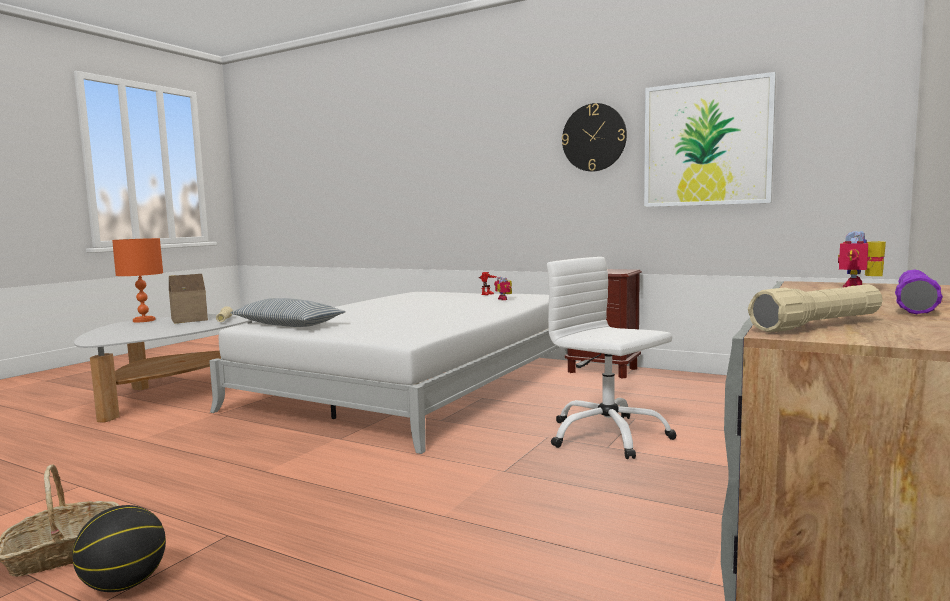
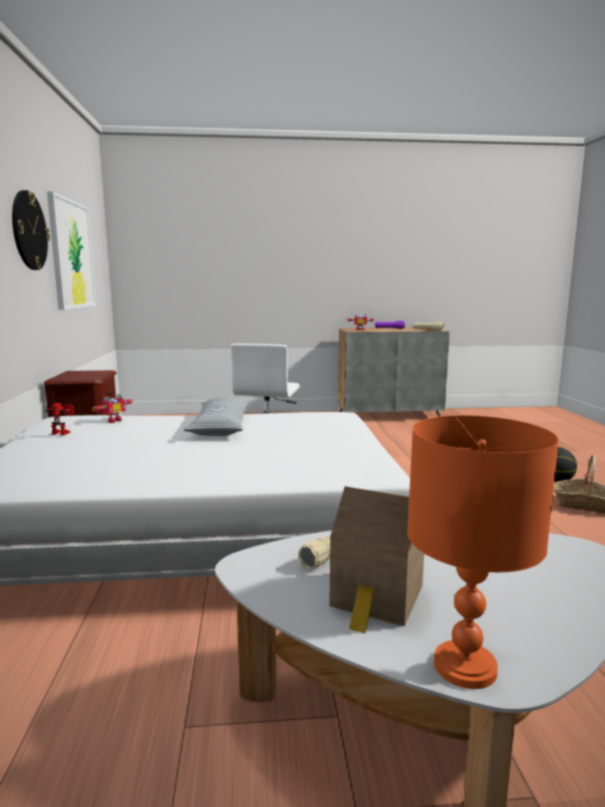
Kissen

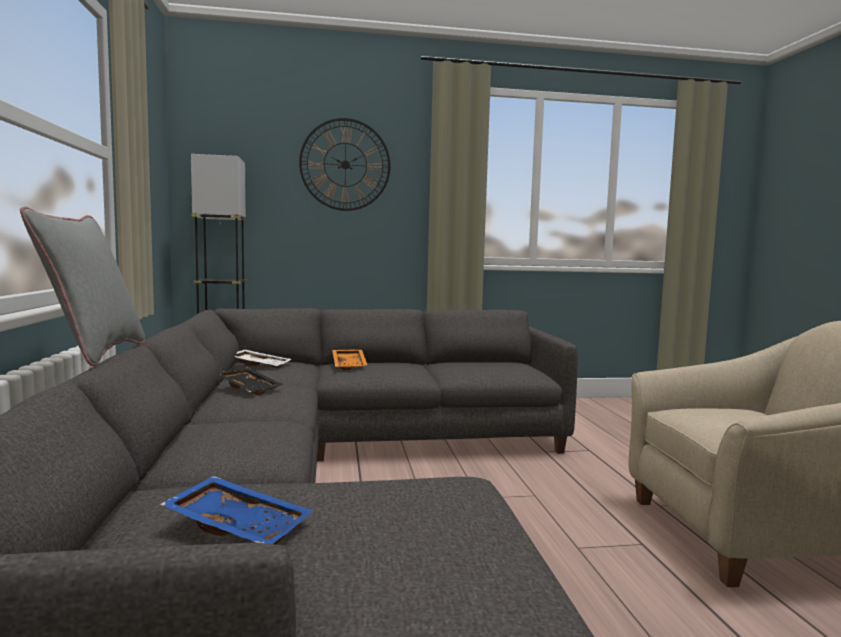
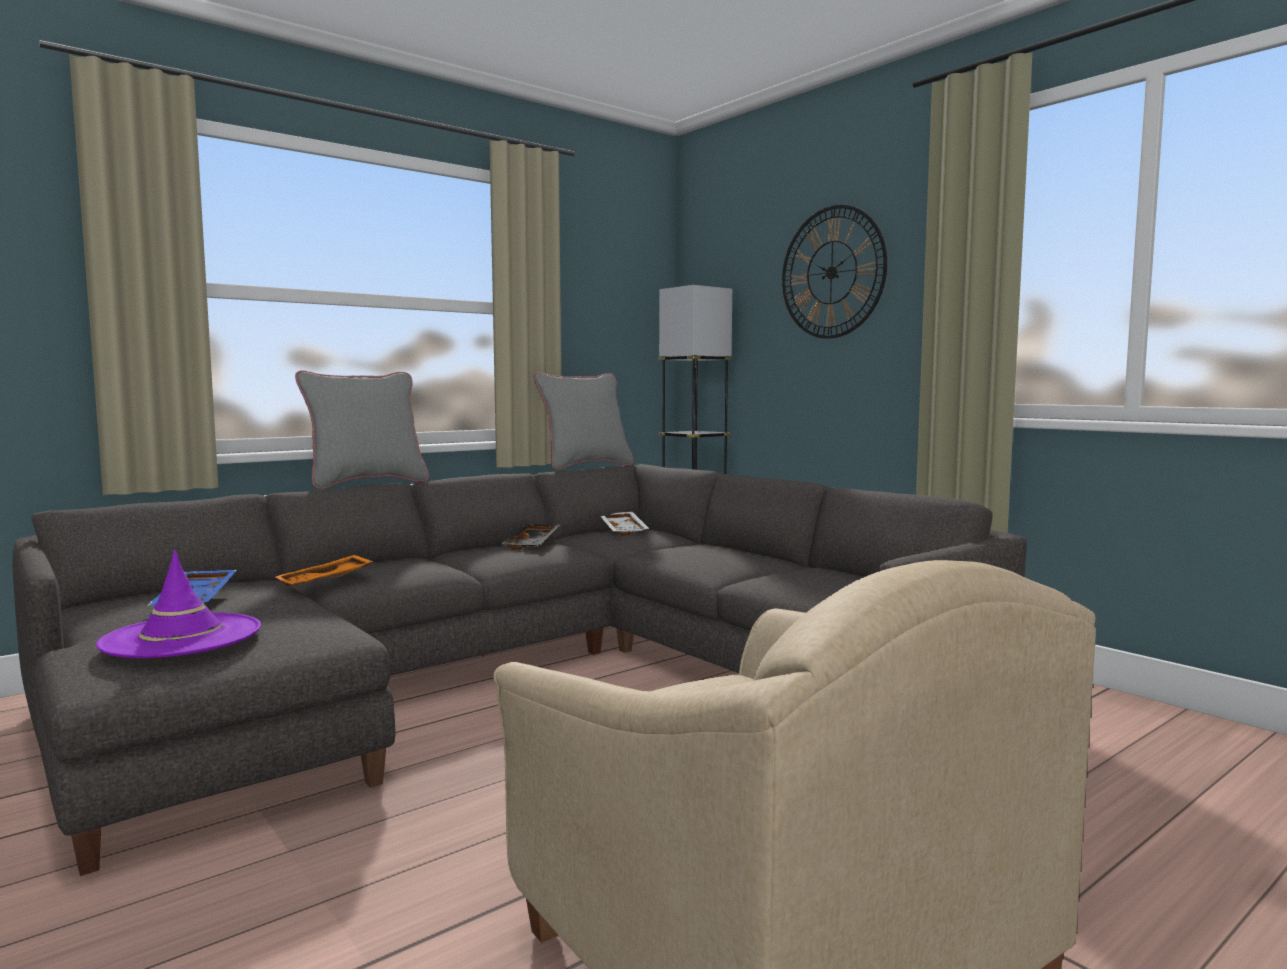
Tablett [orange]
Hut [lila]
Kissen [grau] (2nd from left)

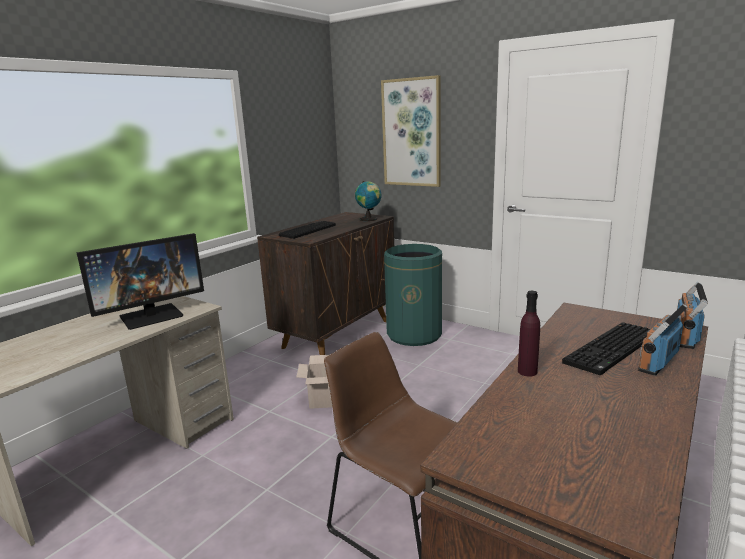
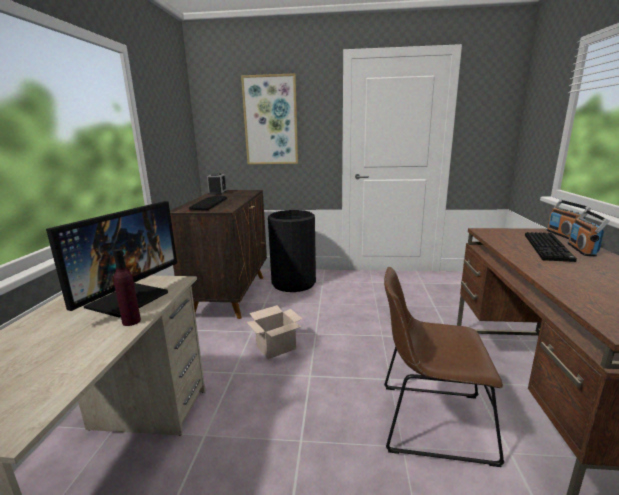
Globus
Mülleimer [schwarz]
Flasche [lila]
Wecker

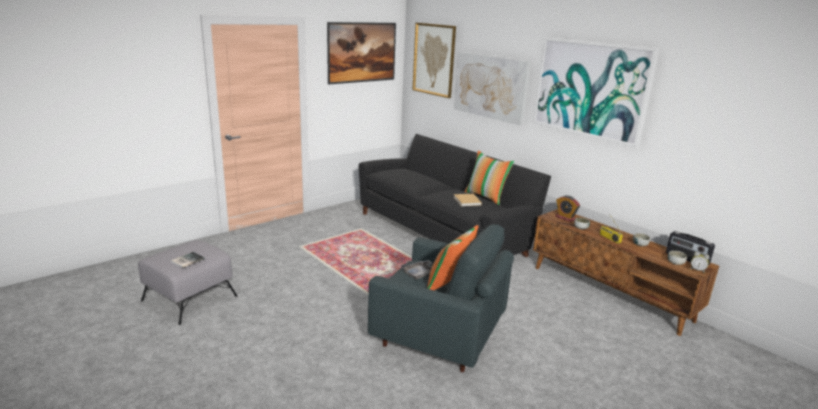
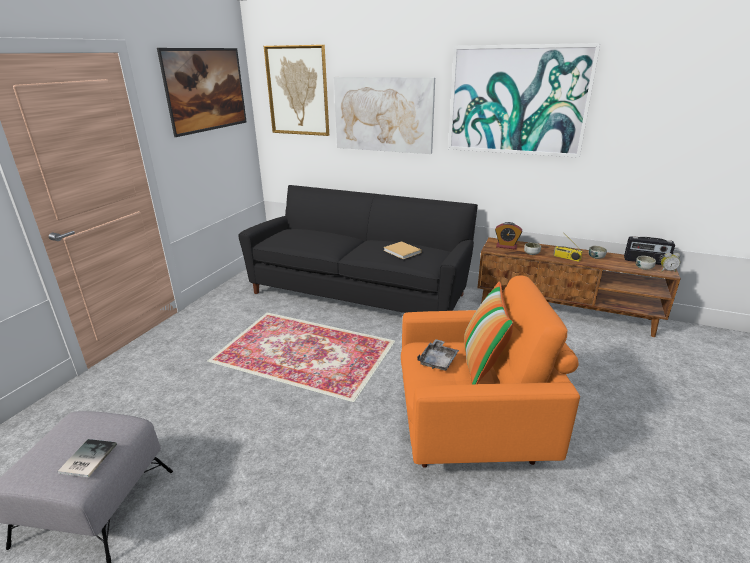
Sessel [orange]
Kissen (2nd from left in the first image)

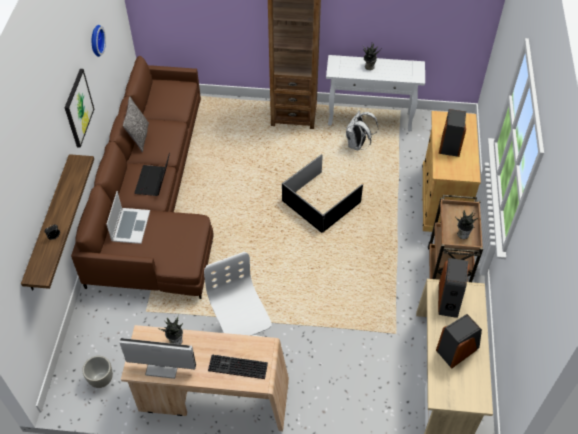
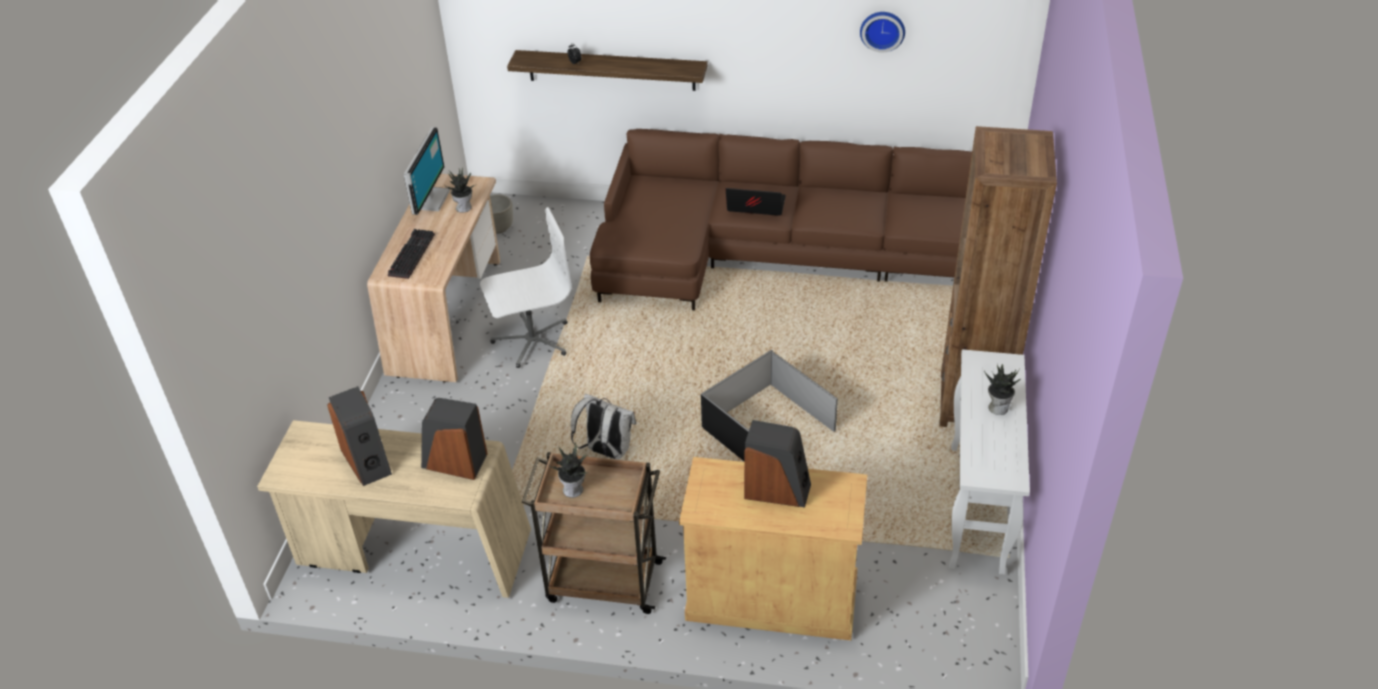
Bild
Laptop (1st from left in the first image)
Kissen
Rucksack [weiß]

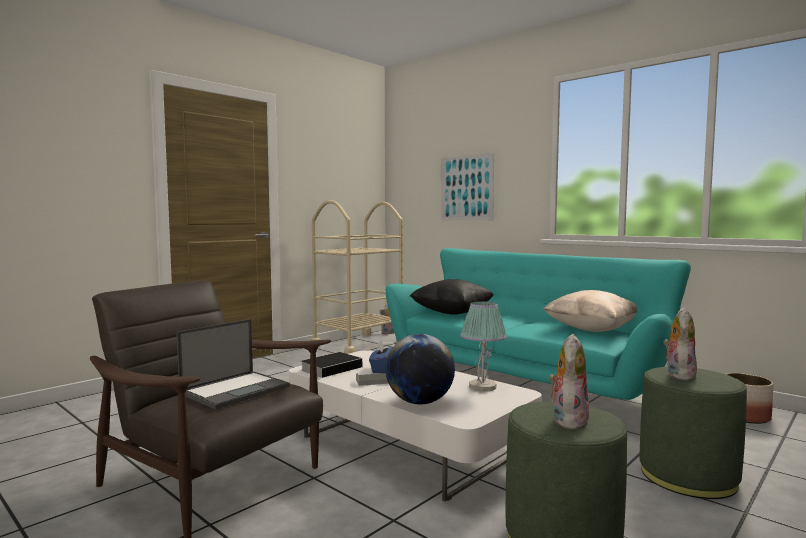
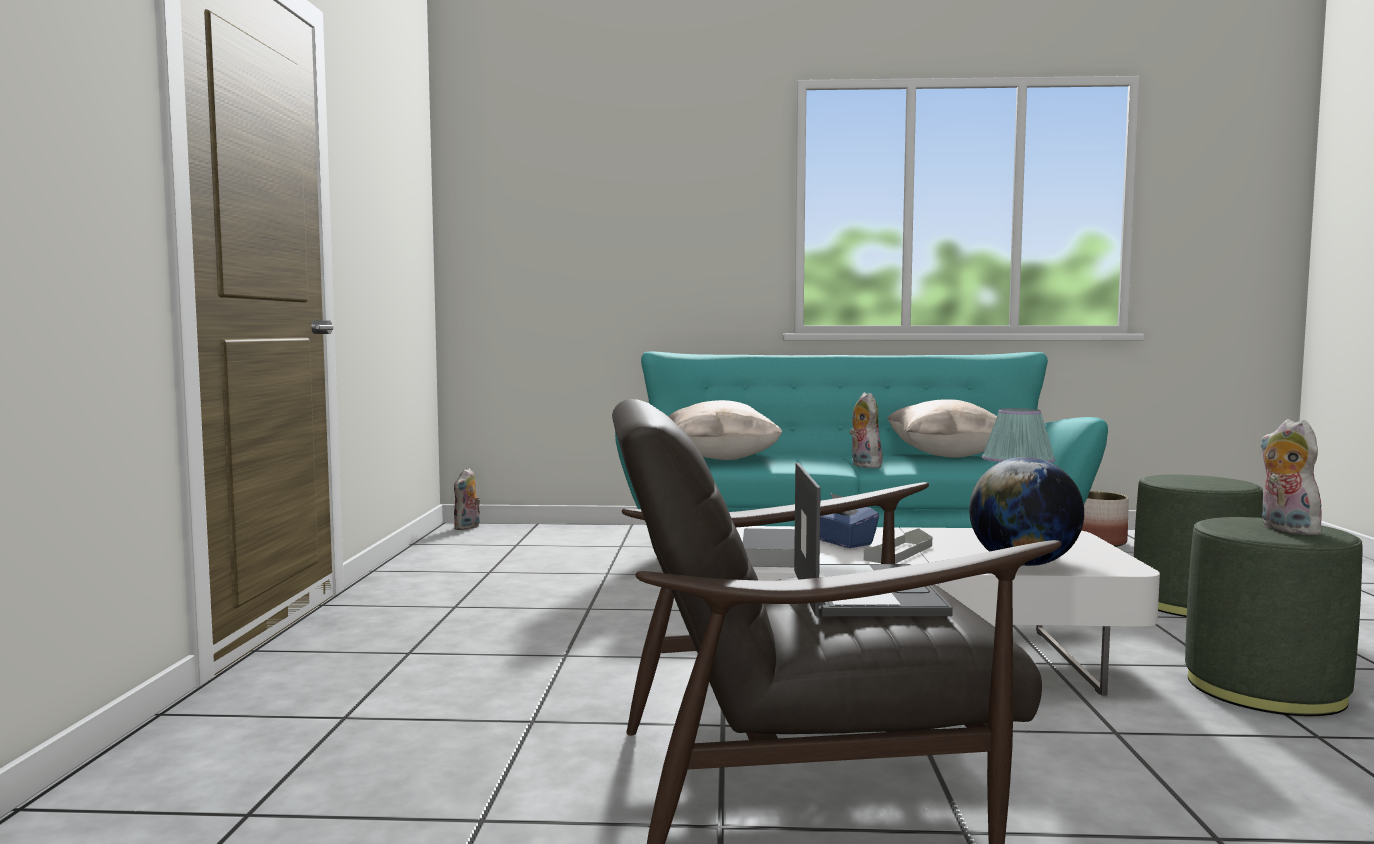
Rollwagen [beige]
Kissen [beige] (1st from left)
Bild
Plüschtier (2nd from left)

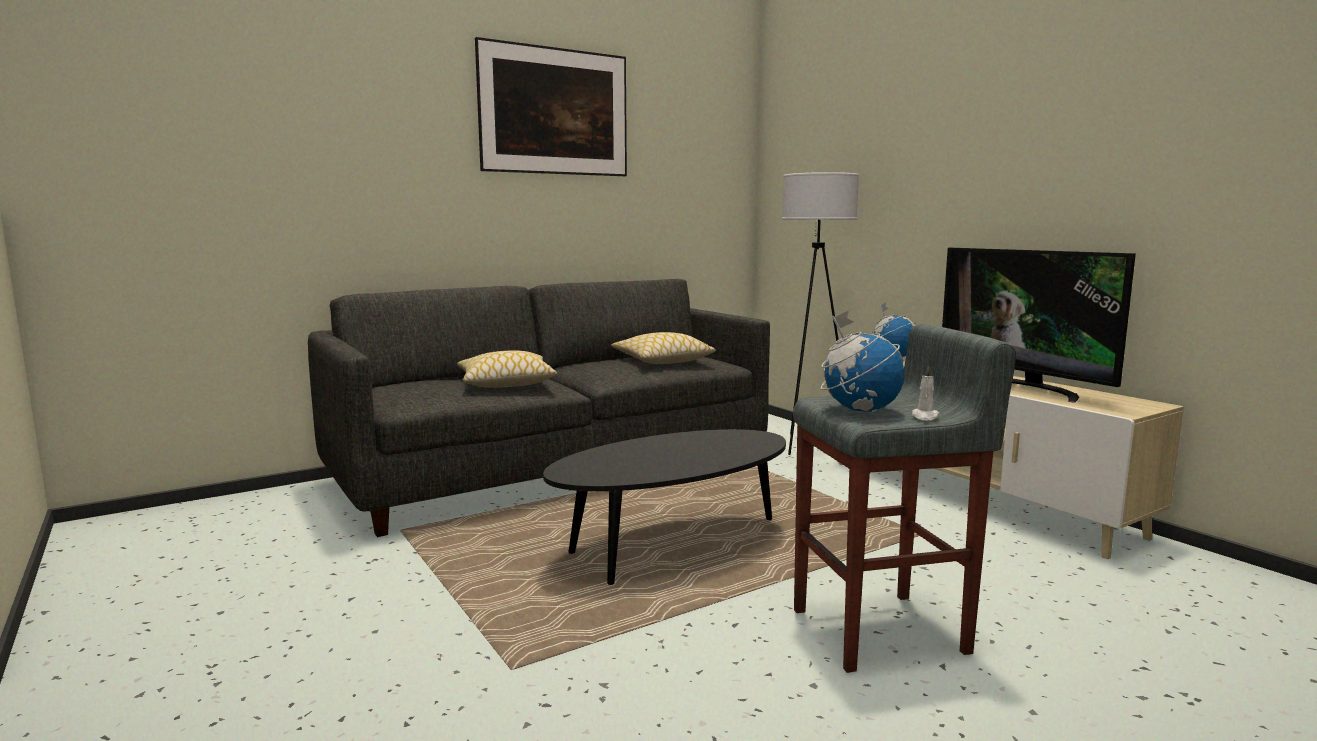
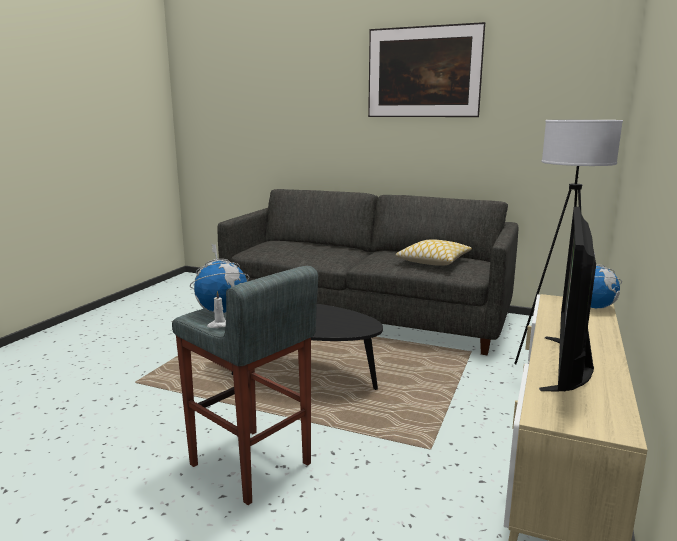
Kissen (1st from left in the first image)

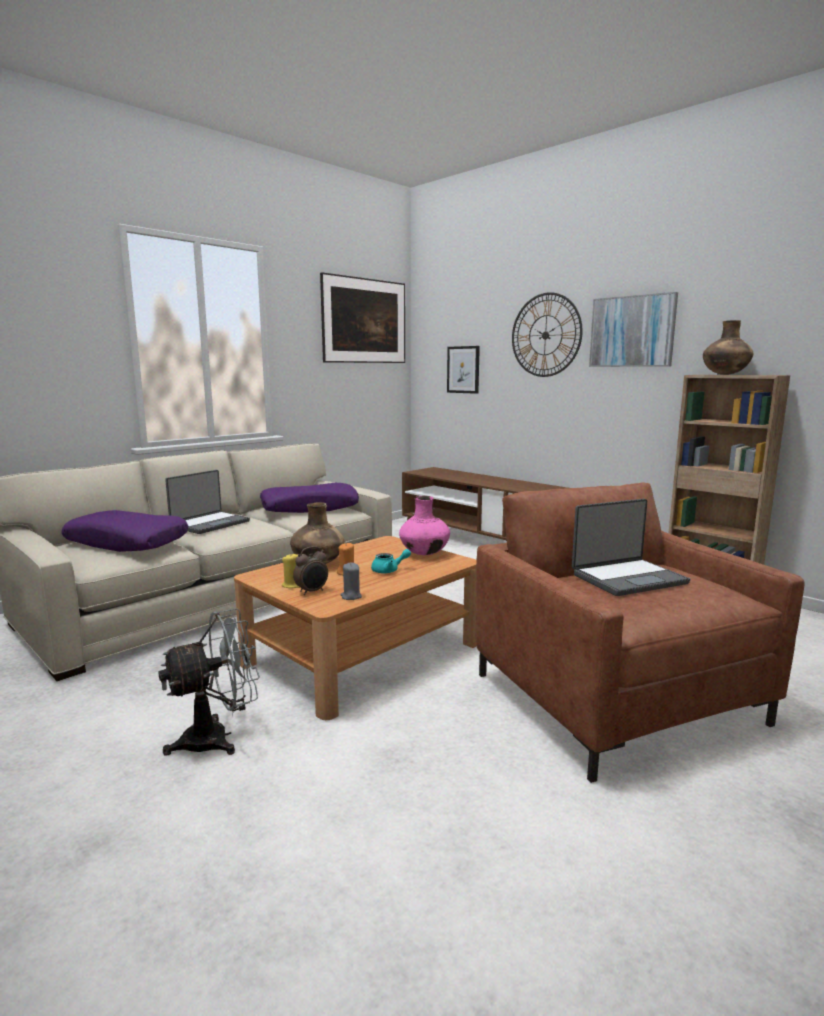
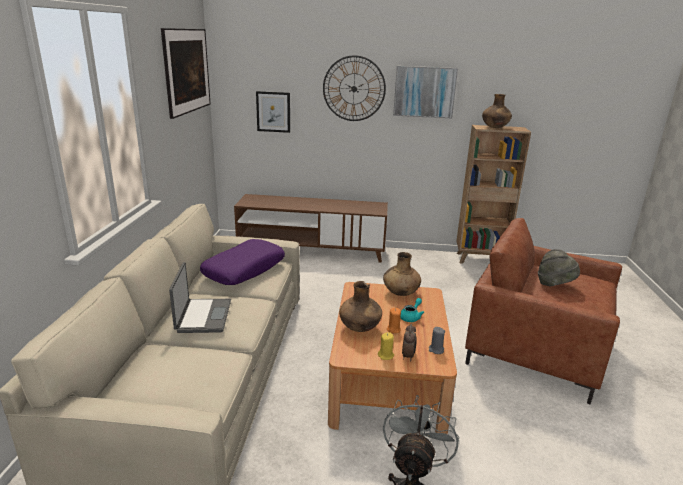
Kissen [lila] (1st from left in the first image)
Vase [braun] (2nd from left)
Hut [grau]

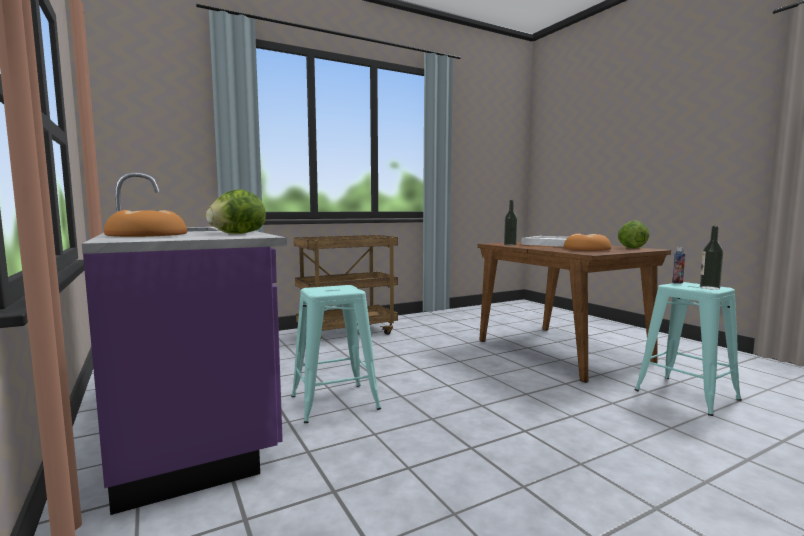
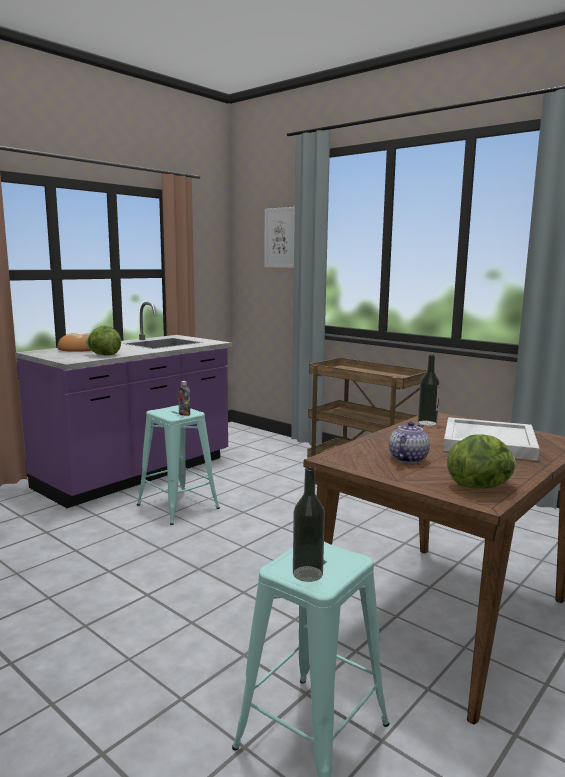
Teekanne
Flasche (1st from left)
Bild

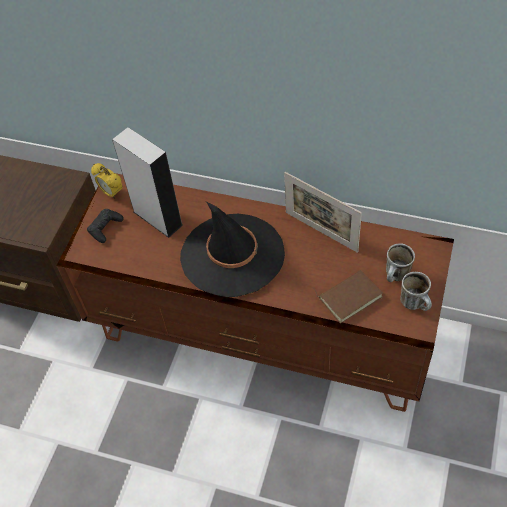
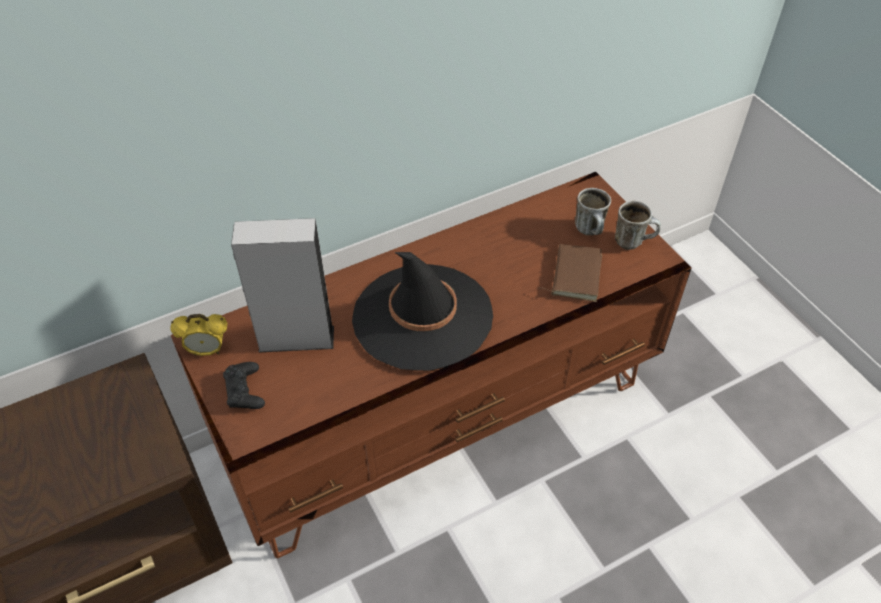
Bilderrahmen

